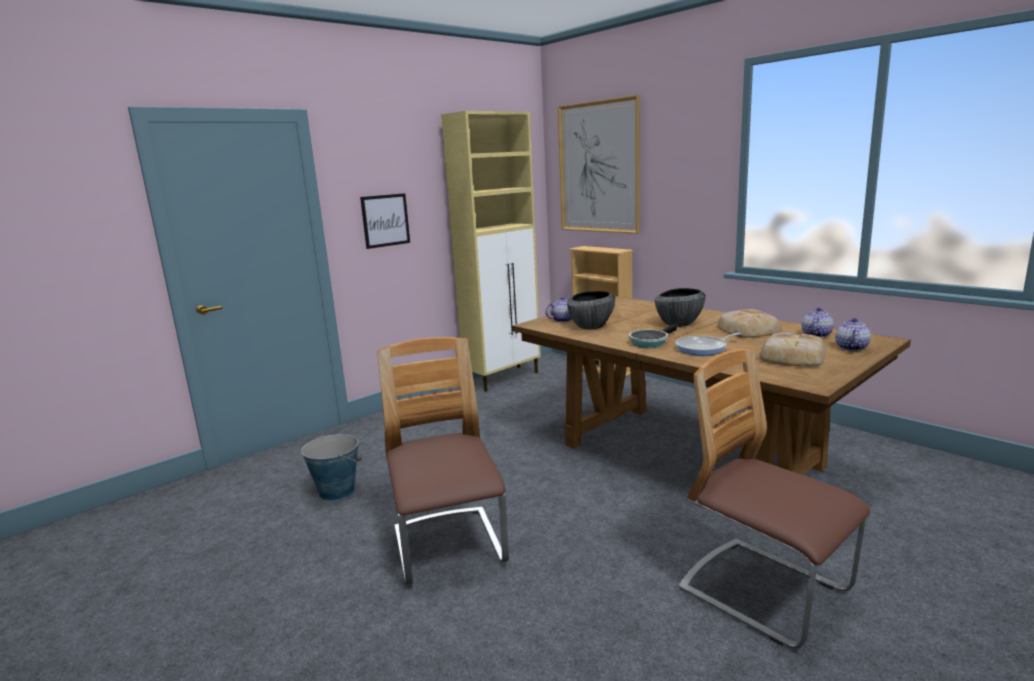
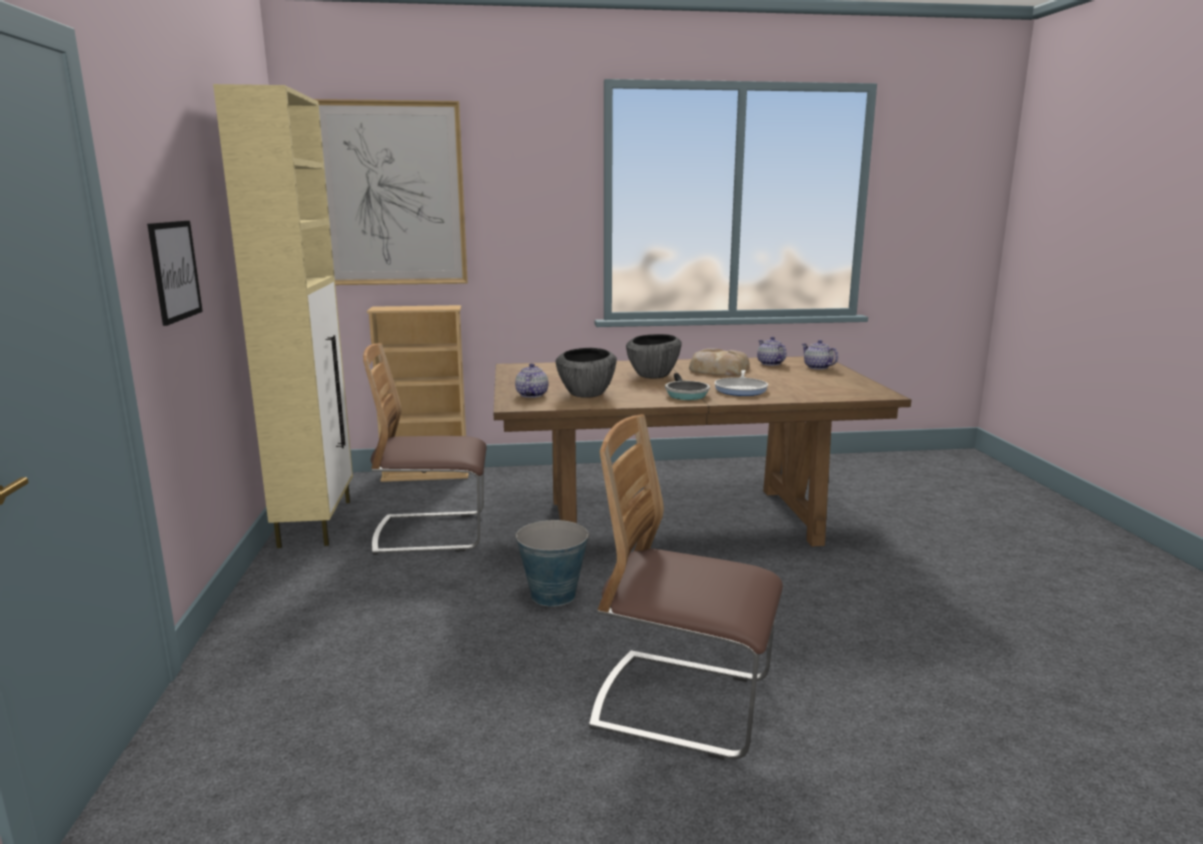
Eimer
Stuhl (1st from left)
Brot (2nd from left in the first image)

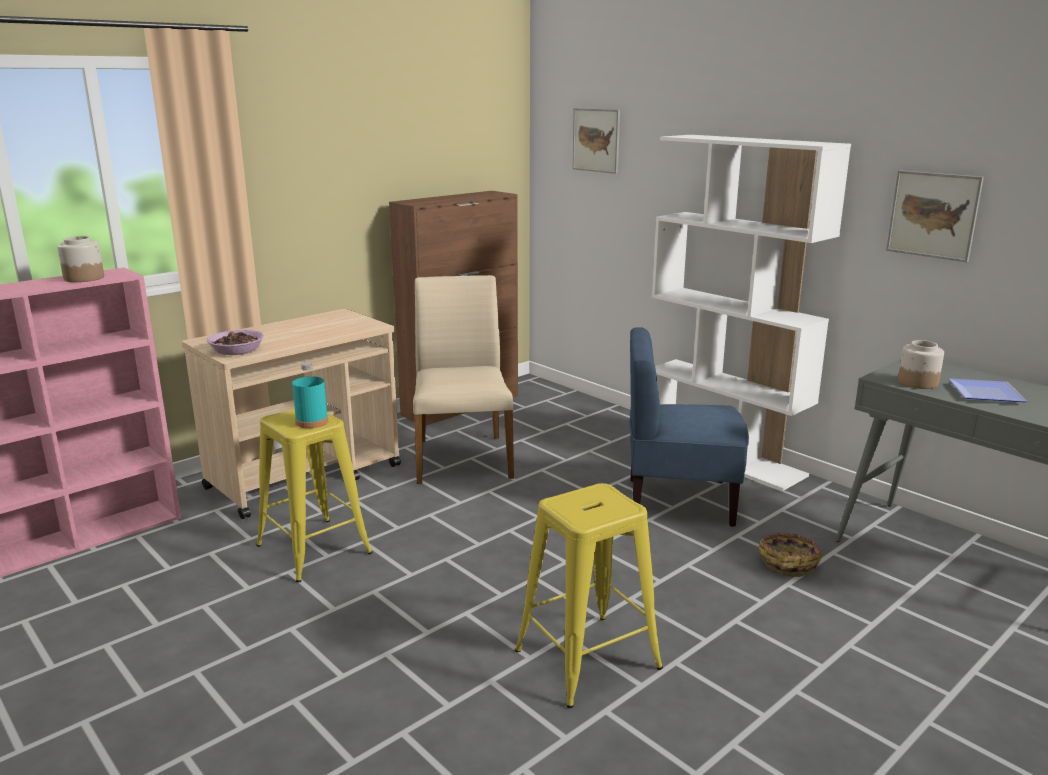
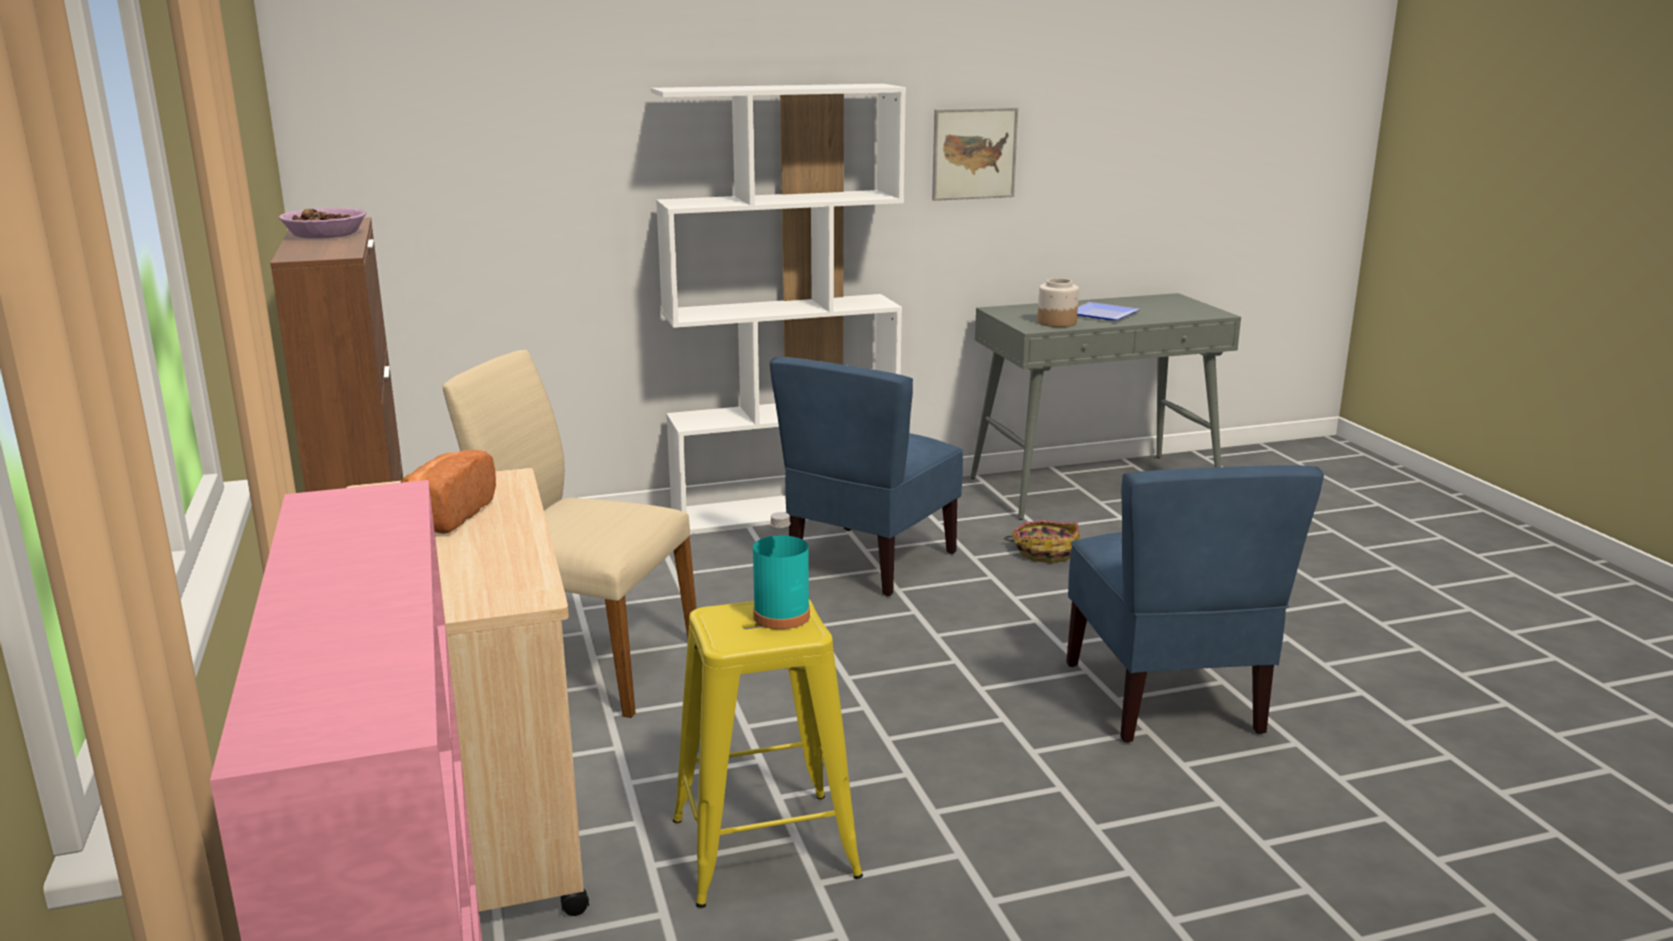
Vorratsglas (1st from left in the first image)
Schüssel
Stuhl [blau] (2nd from left)
Bild (1st from left in the first image)
Brot

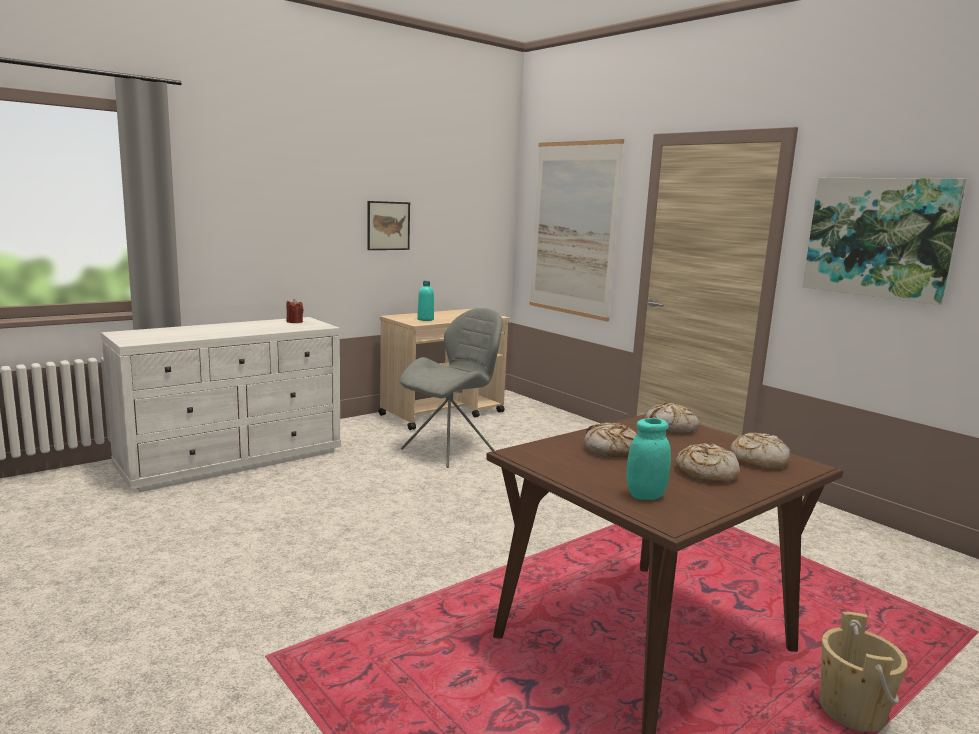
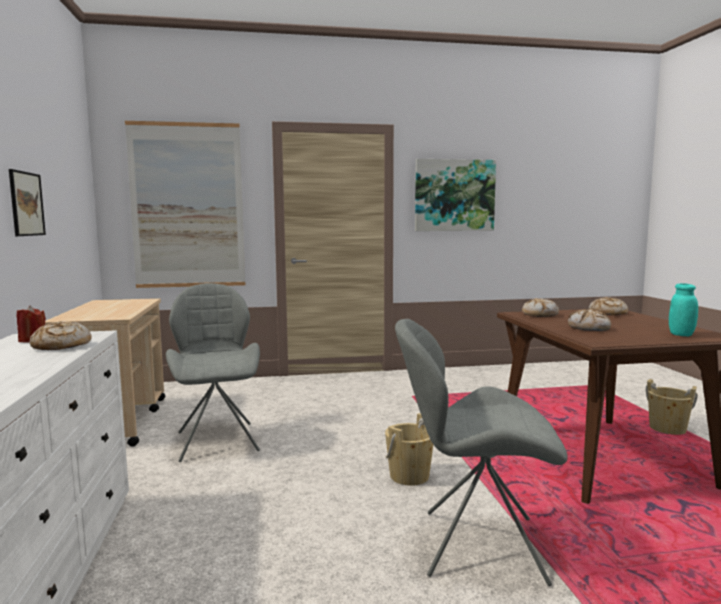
Flasche [türkis]
Brot (1st from left)
Eimer [beige] (1st from left)
Stuhl [grau] (2nd from left)

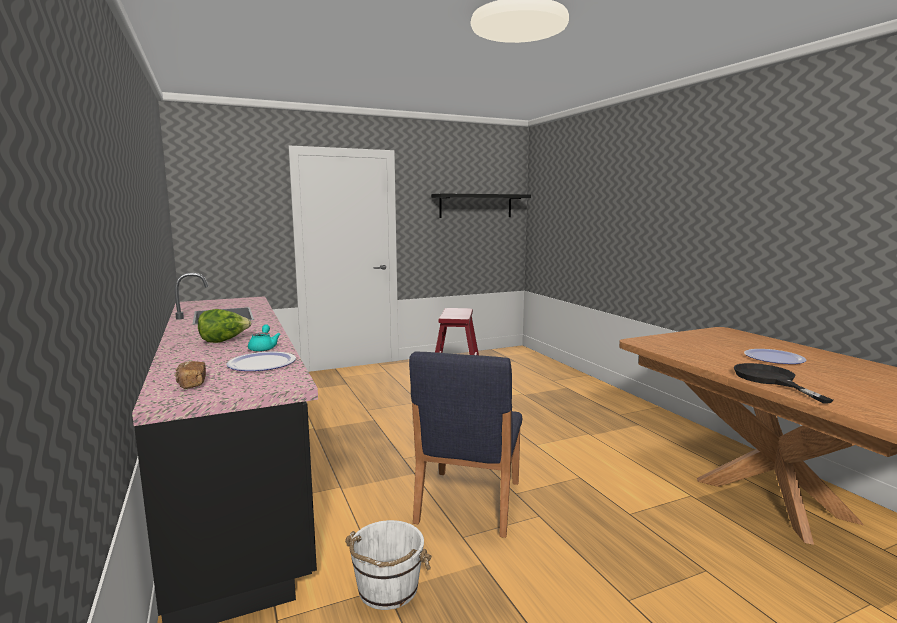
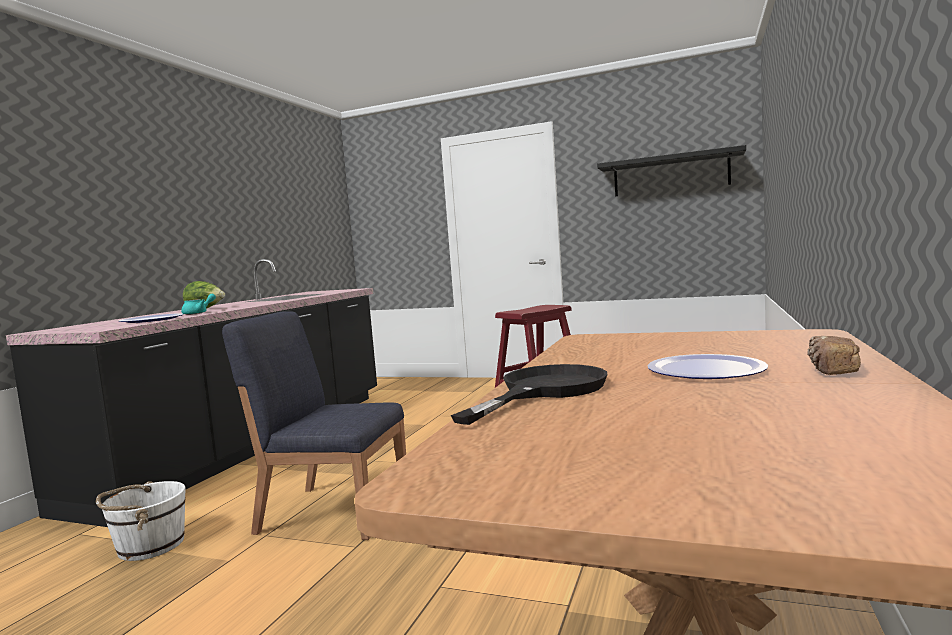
Brot
Stuhl [blau]

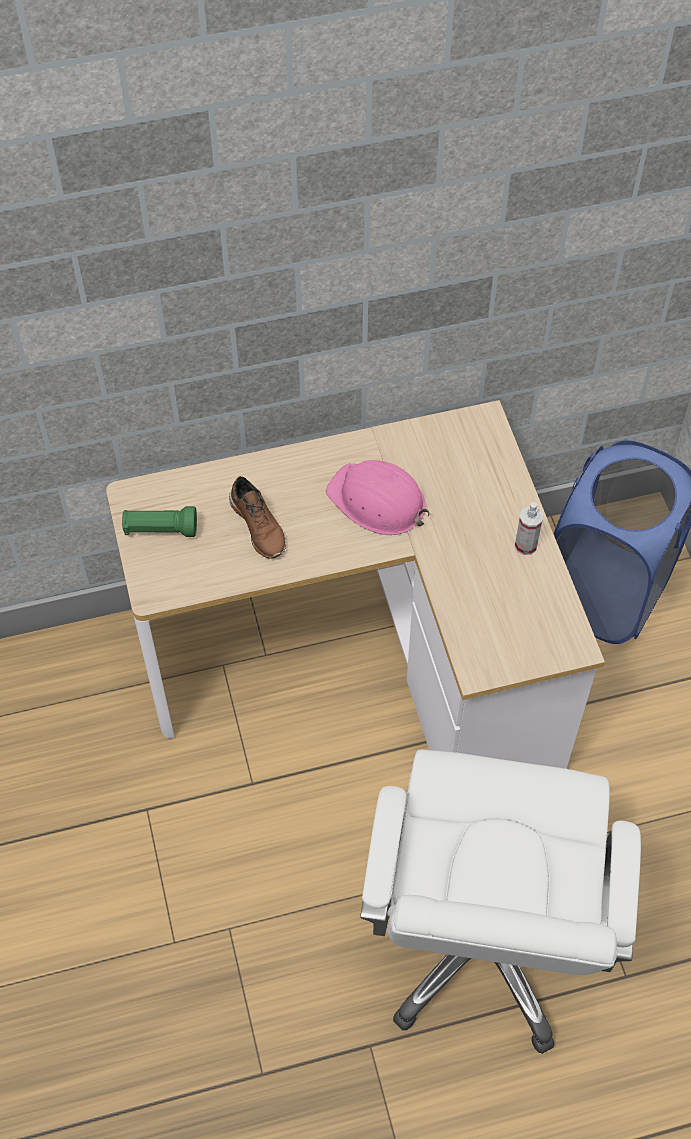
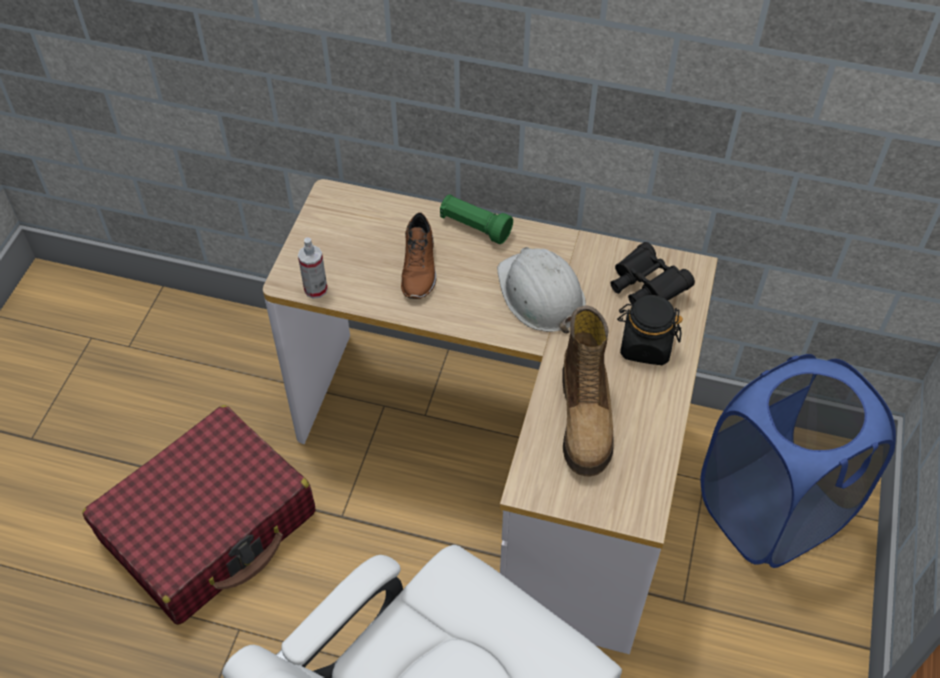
Taschenlampe [grün]
Schutzhelm [weiß]
Sprühflasche
Koffer [rot]
Stiefel
Fernglas [schwarz]
Vorratsglas [schwarz]

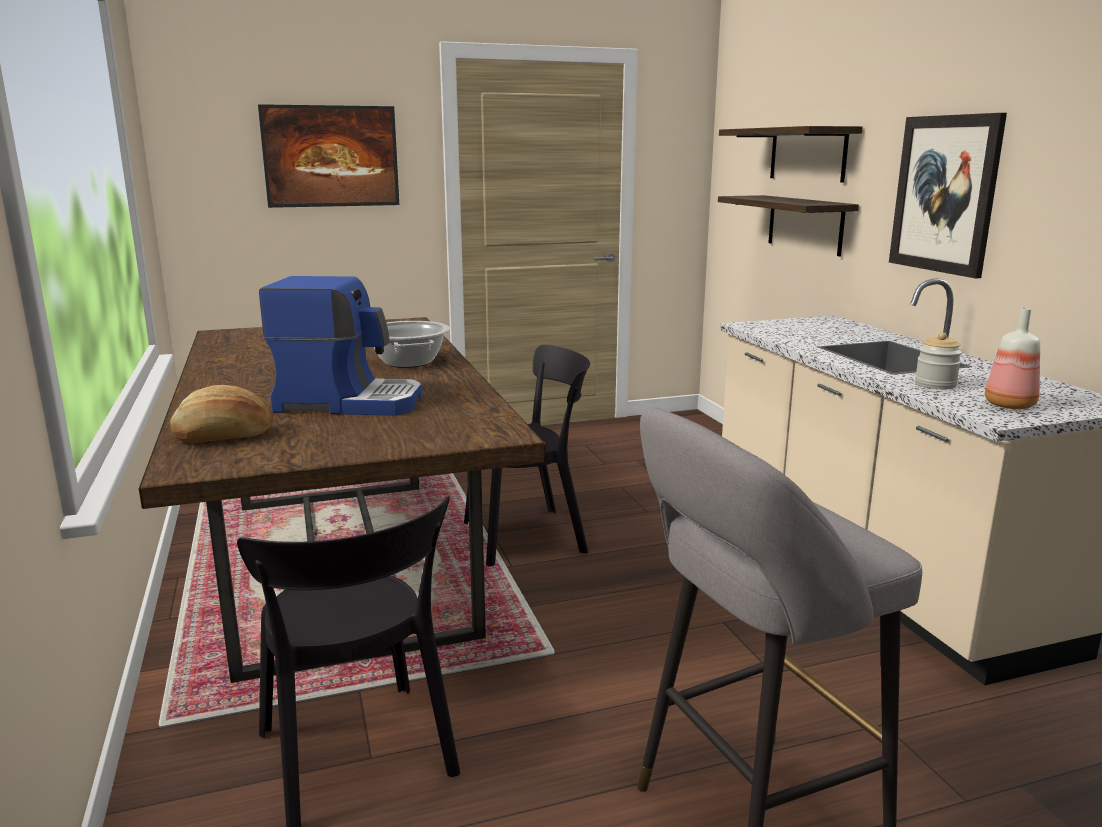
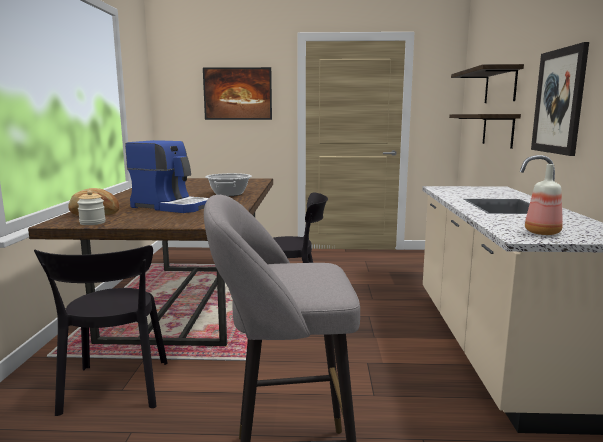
Vorratsglas

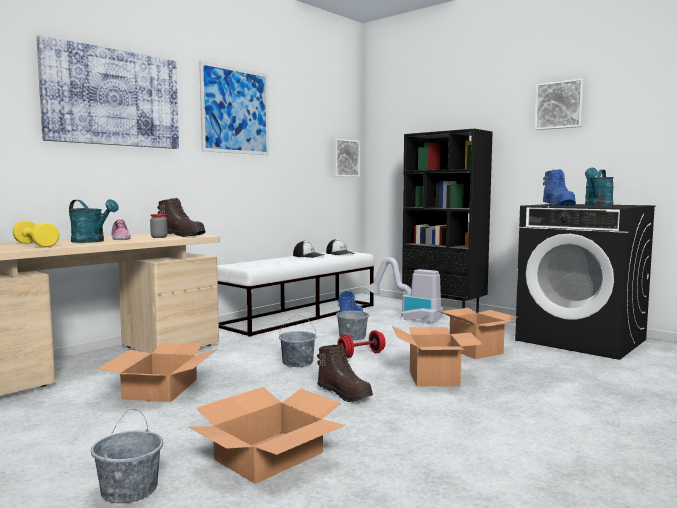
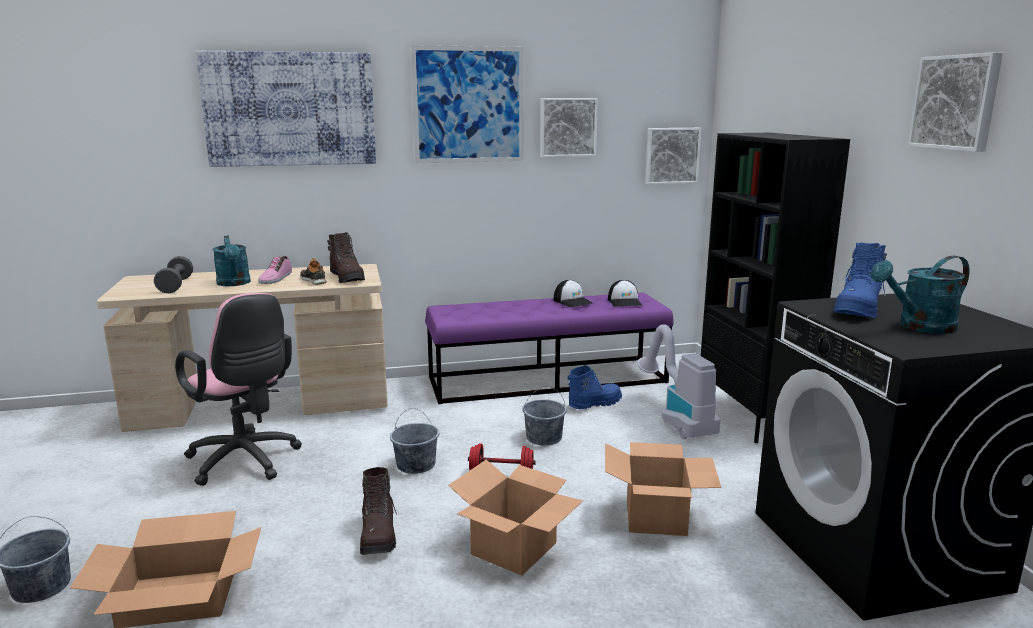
Hantel [grau]
Bürostuhl [rosa]
Schuh (2nd from left)
Bank [lila]
Bild (3rd from left)

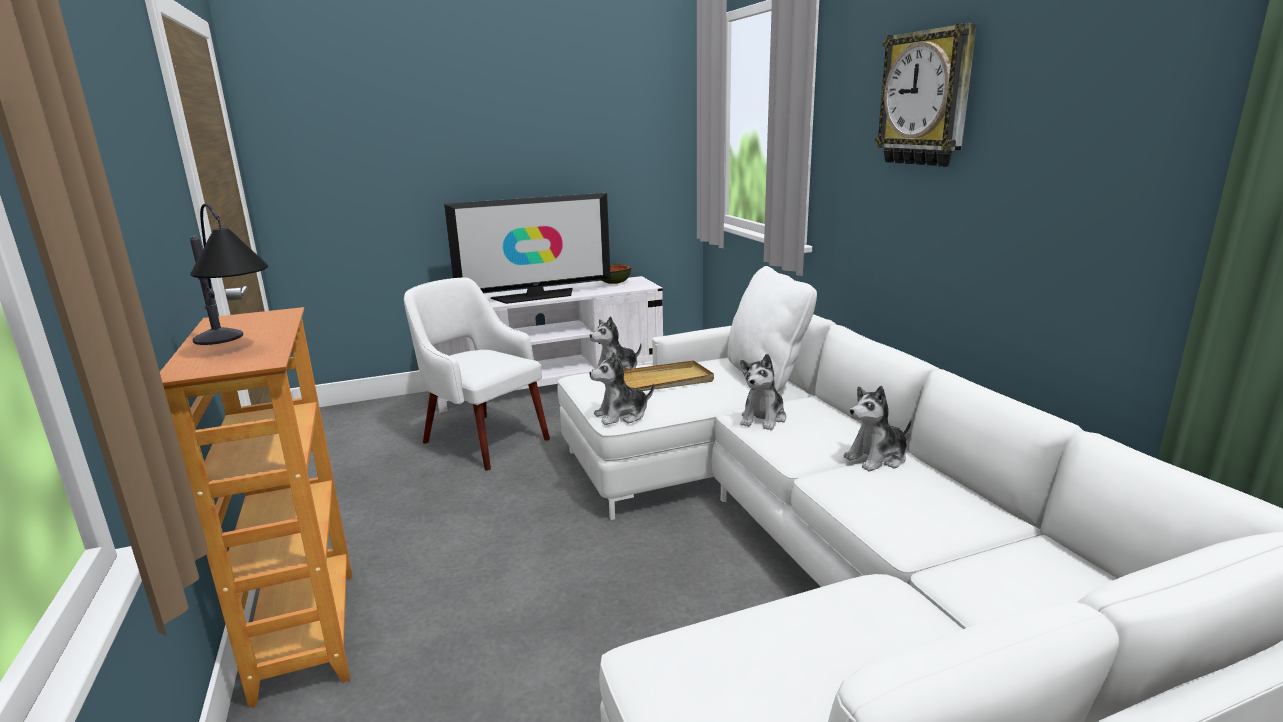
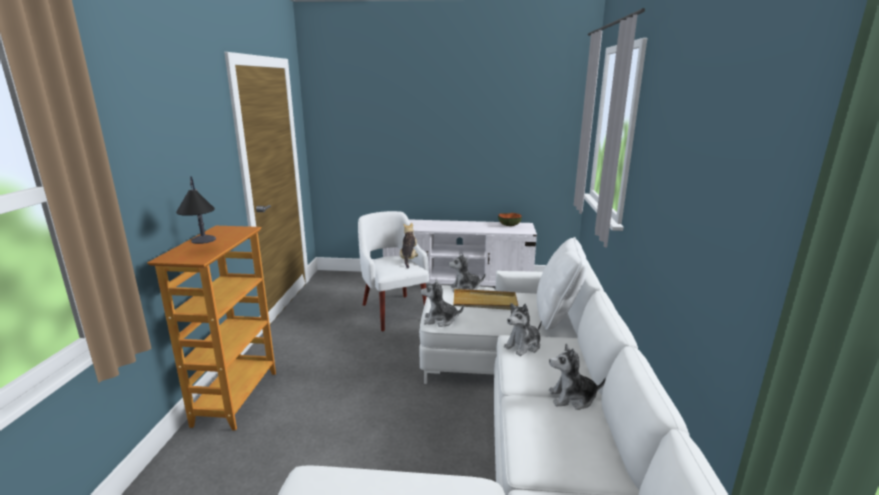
Fernseher
Wanduhr
Plüschtier (1st from left)

